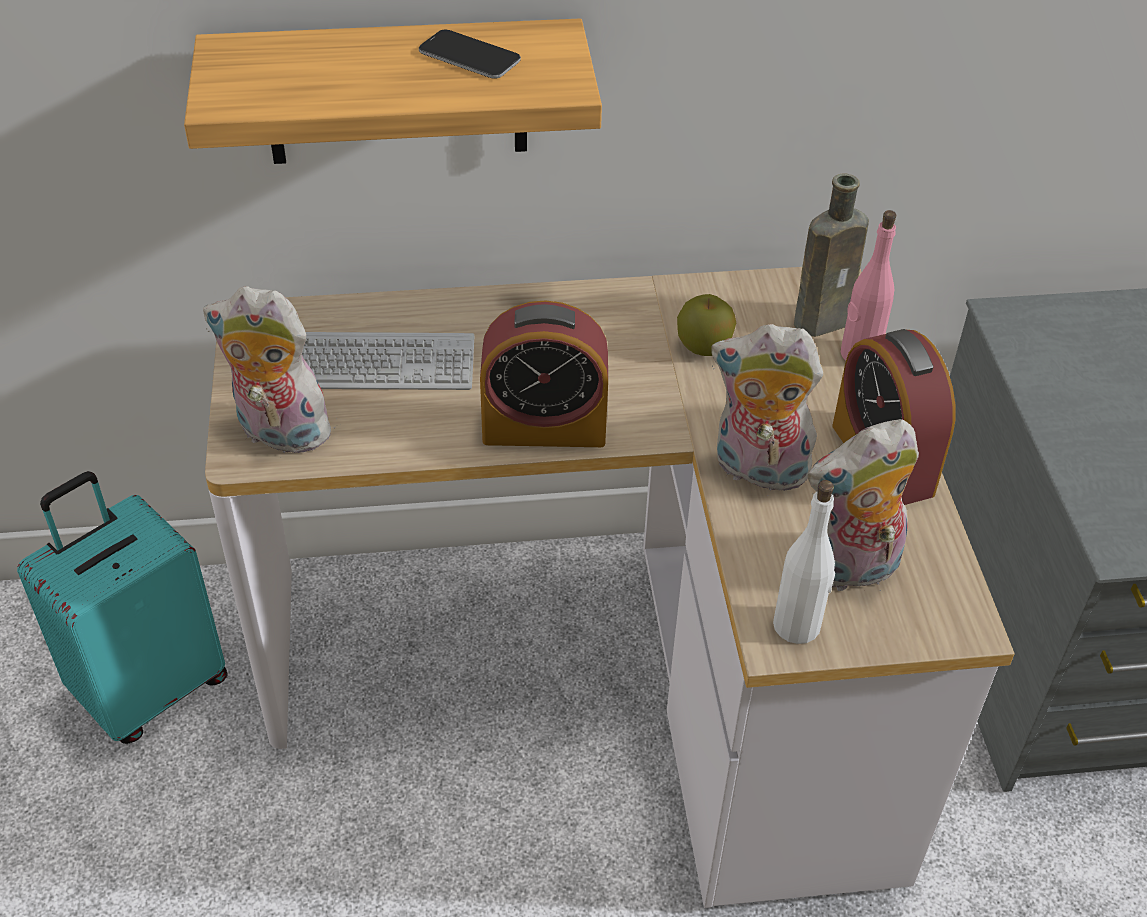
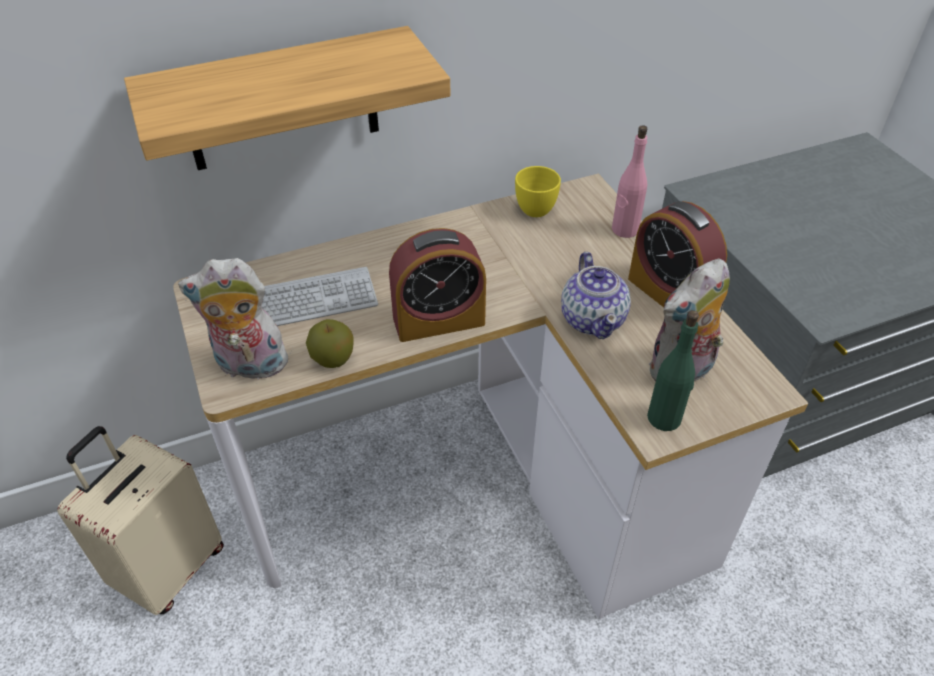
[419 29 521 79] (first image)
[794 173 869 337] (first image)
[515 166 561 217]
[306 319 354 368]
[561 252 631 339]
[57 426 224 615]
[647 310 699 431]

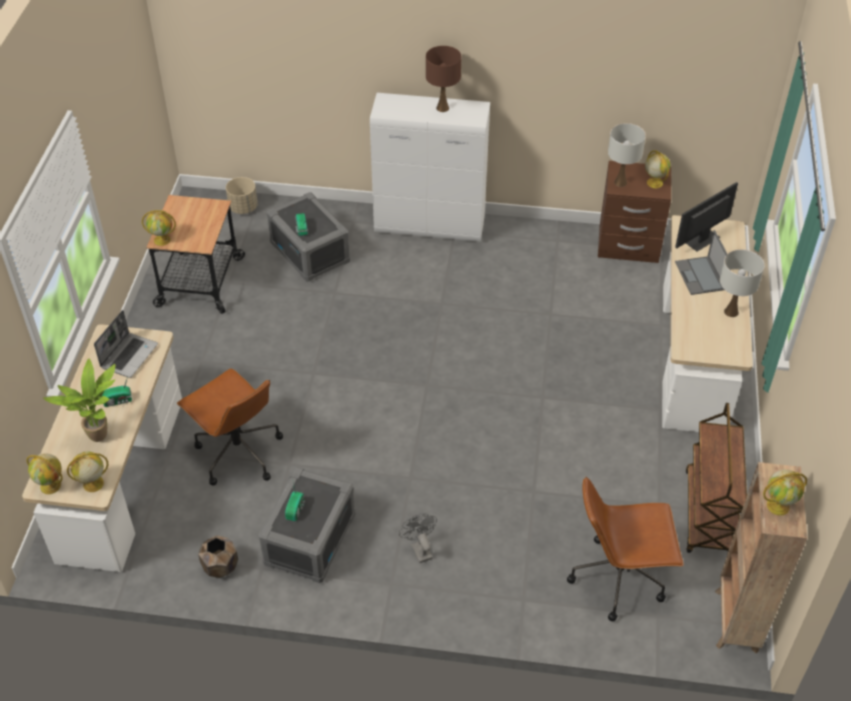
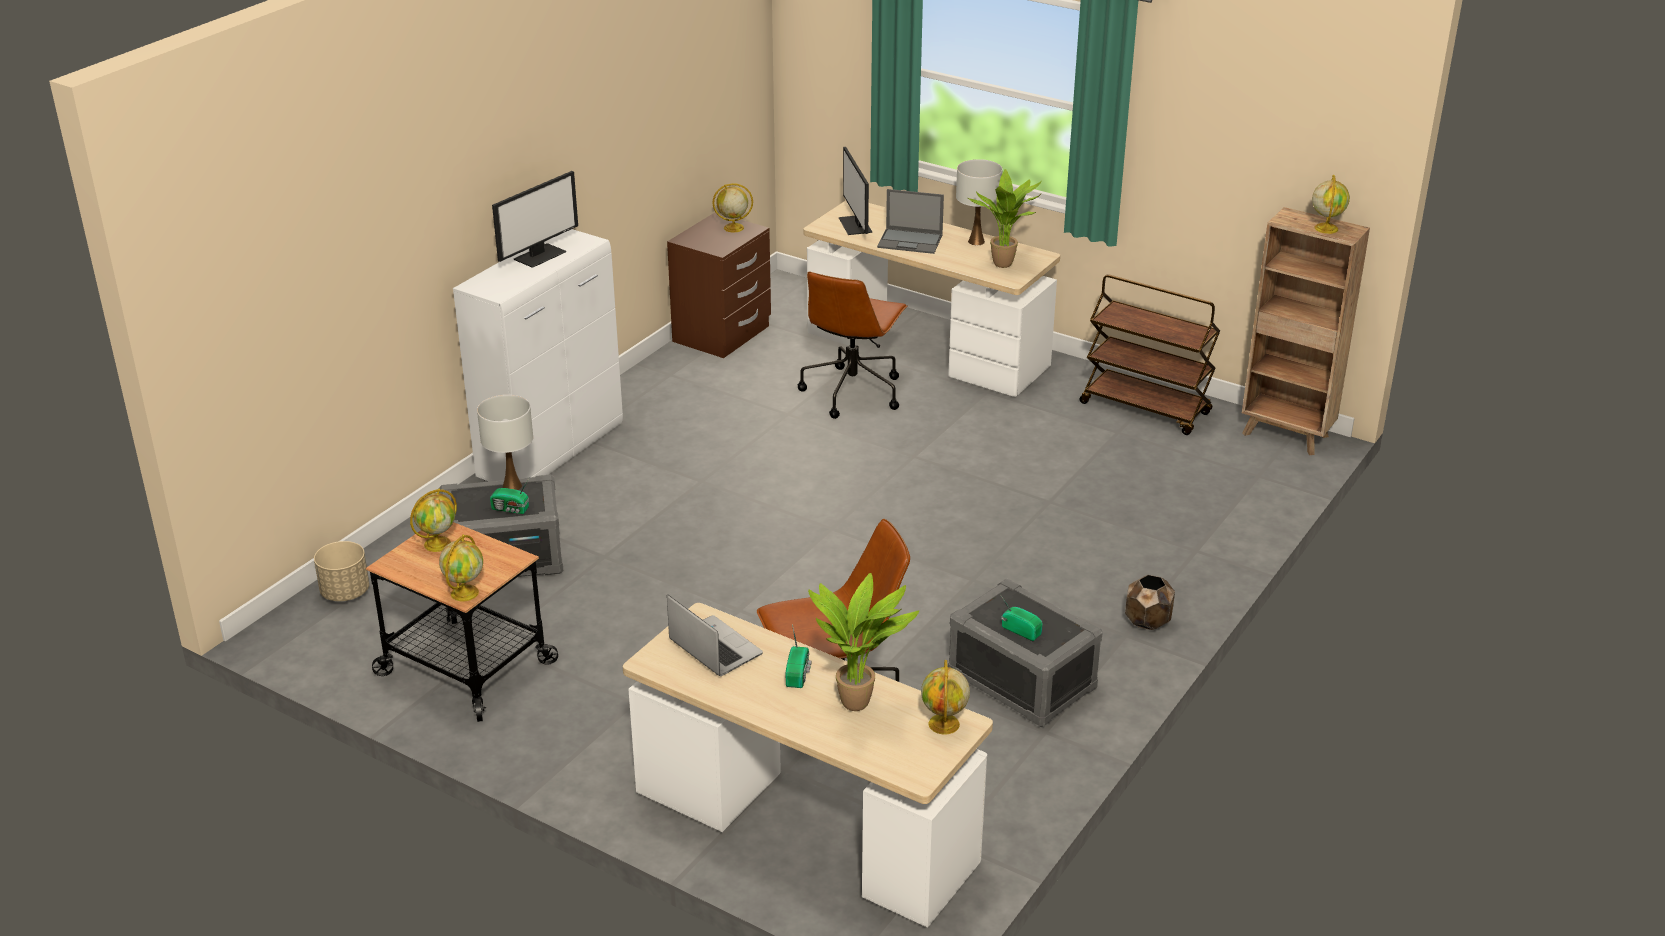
[399 513 437 563] (first image)
[967 169 1042 268]
[410 489 457 552]
[1125 575 1175 630]
[798 272 908 419]
[477 395 533 490]
[492 171 578 268]

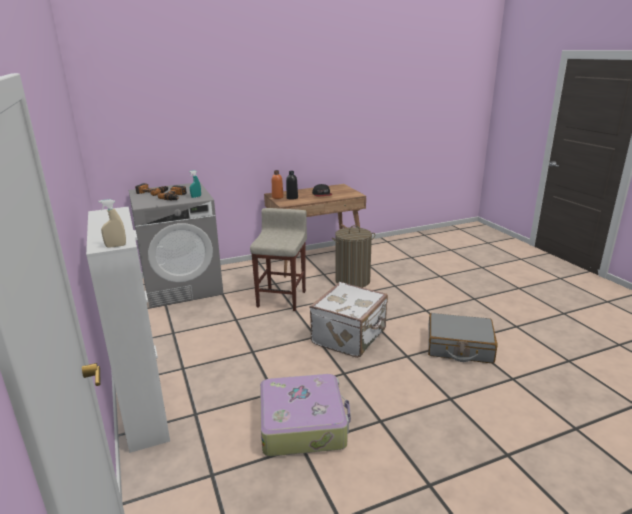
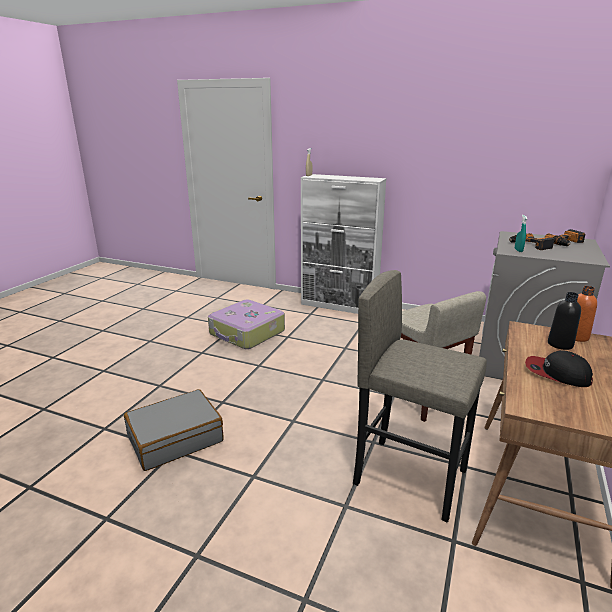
[310 282 388 358] (first image)
[353 270 487 523]

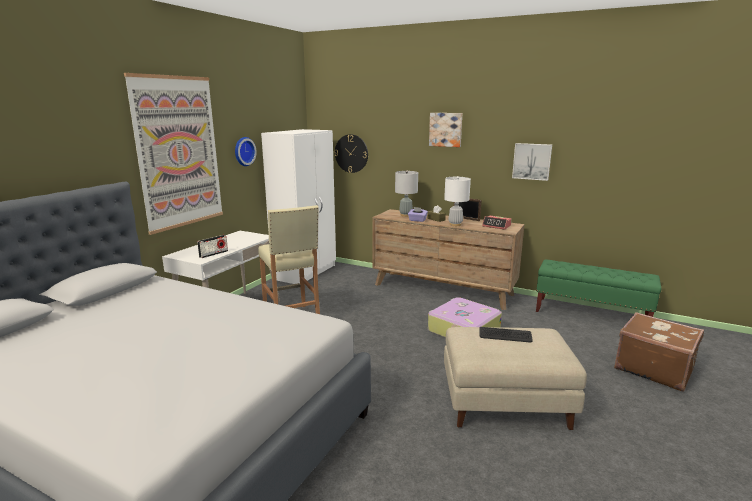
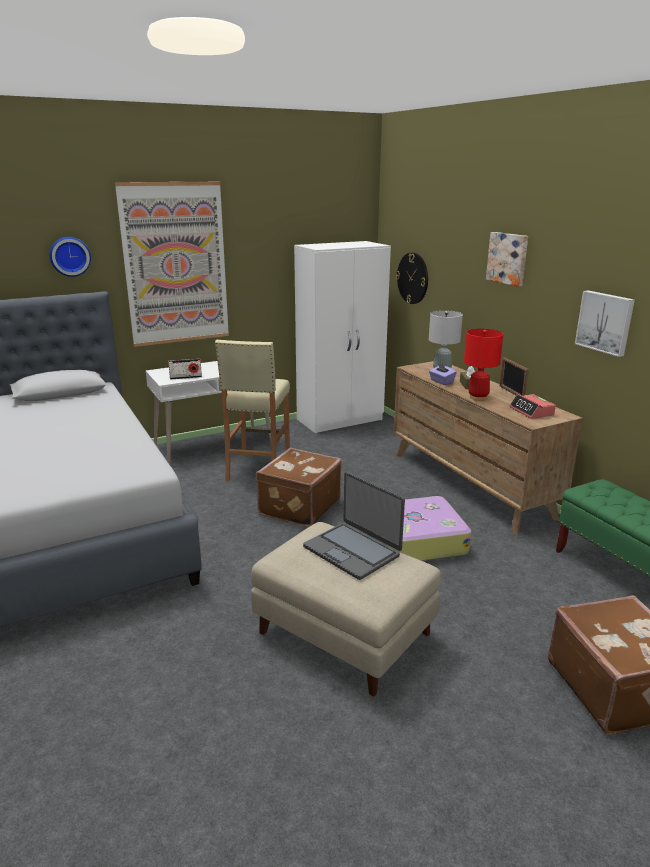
[256 447 342 527]
[50 237 91 277]
[303 472 405 580]
[464 329 504 401]

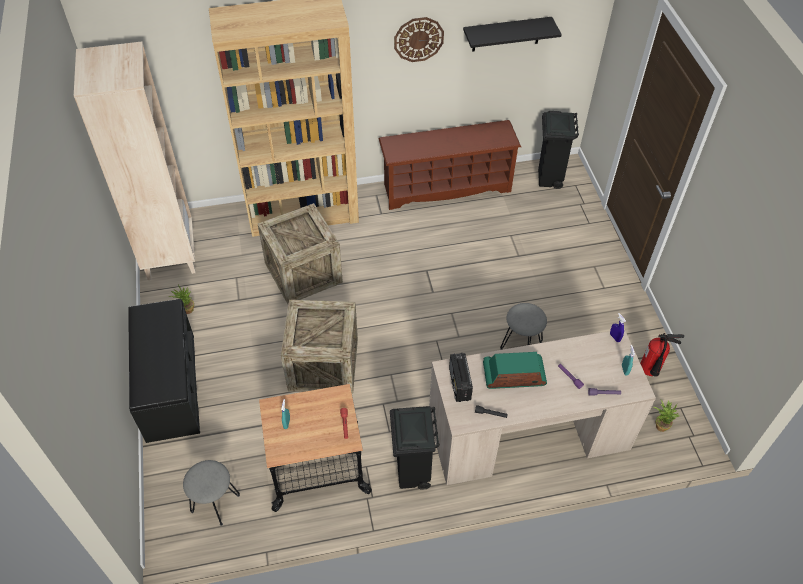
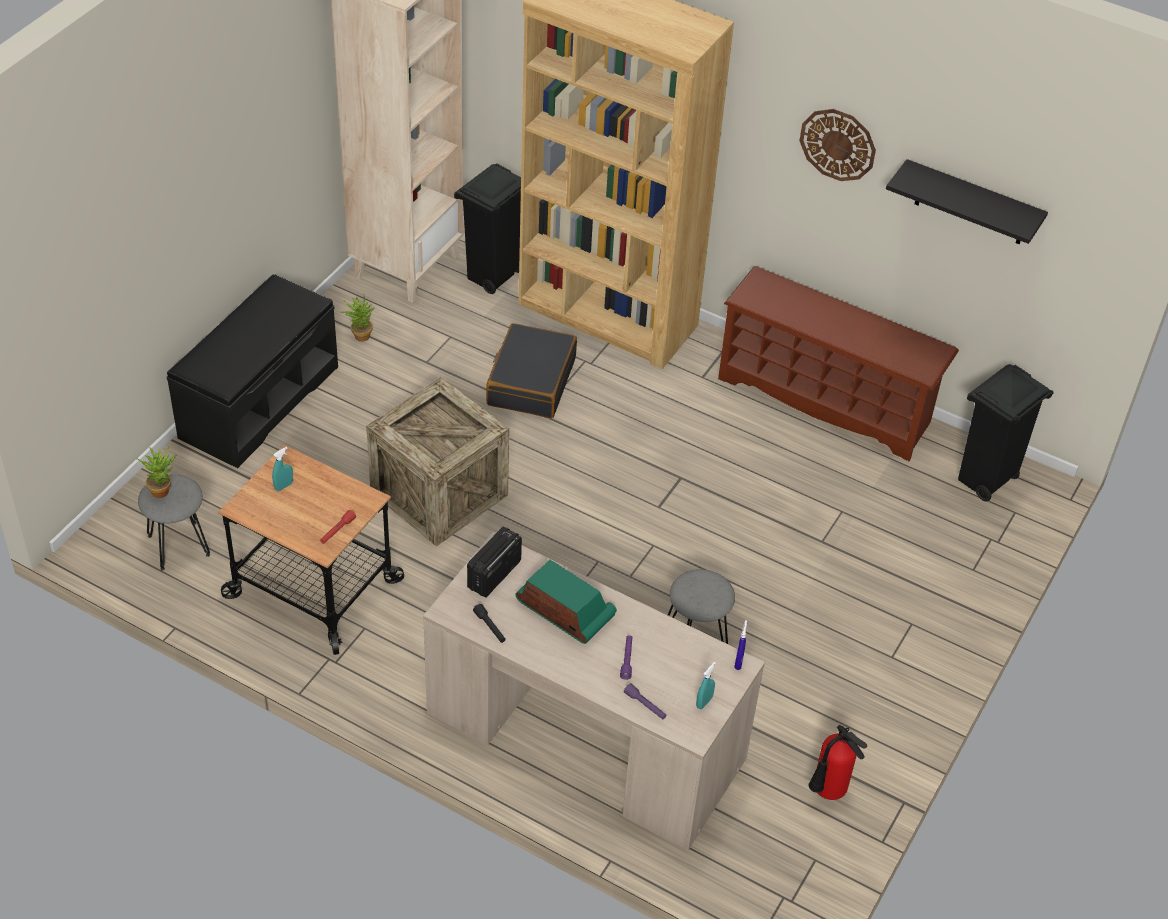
[454 163 521 294]
[135 446 177 498]
[486 323 577 418]

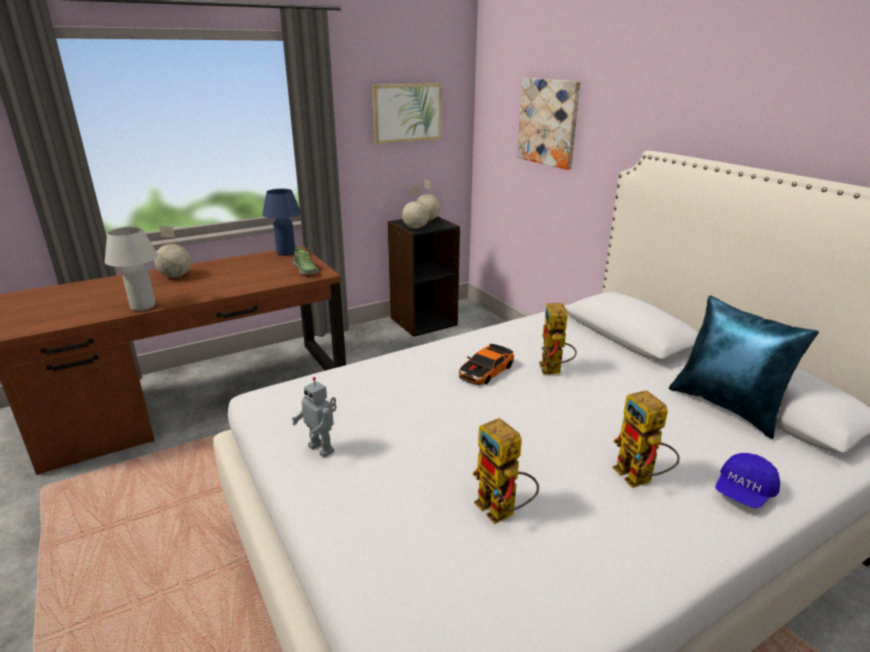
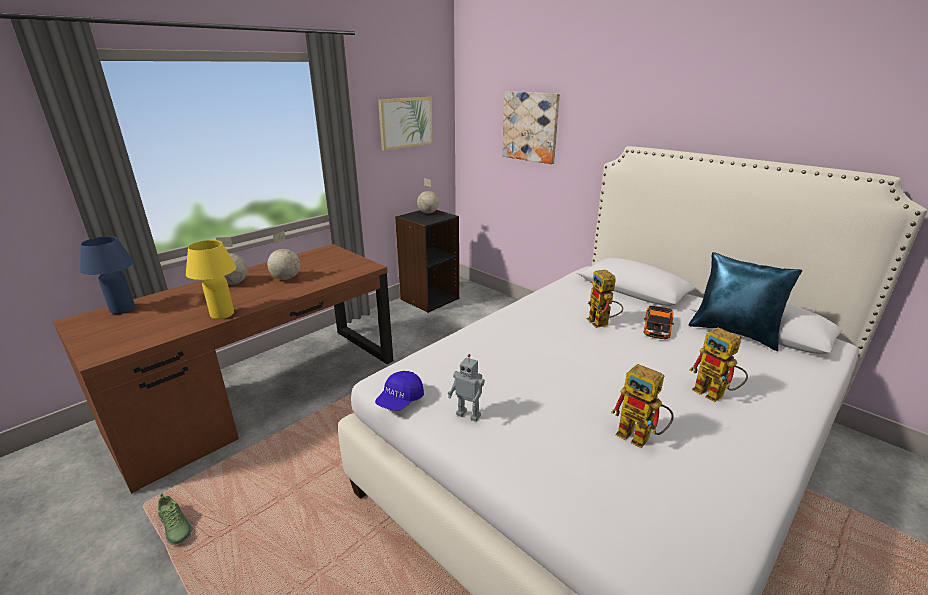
[80 236 135 314]
[158 493 193 545]
[267 231 300 280]
[643 306 674 339]
[375 371 424 411]
[186 240 236 319]

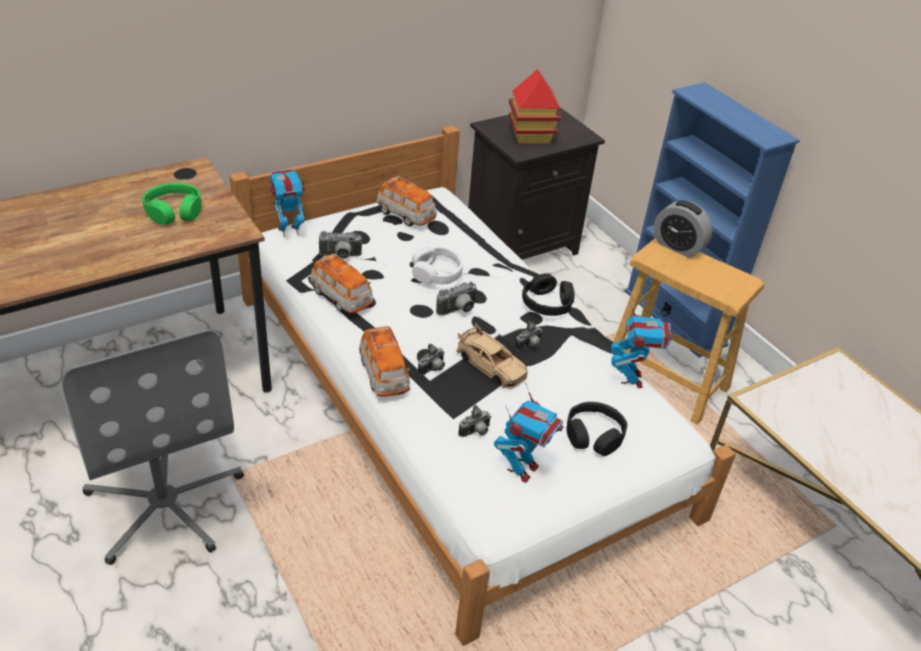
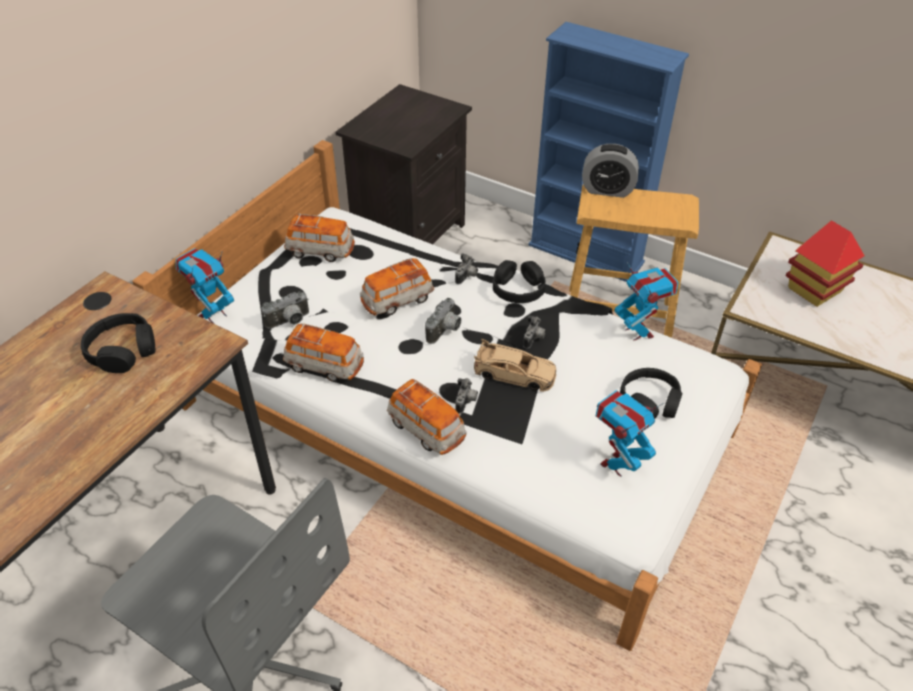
[455 253 478 284]
[785 220 865 307]
[360 258 434 316]
[81 313 155 373]
[596 390 664 477]

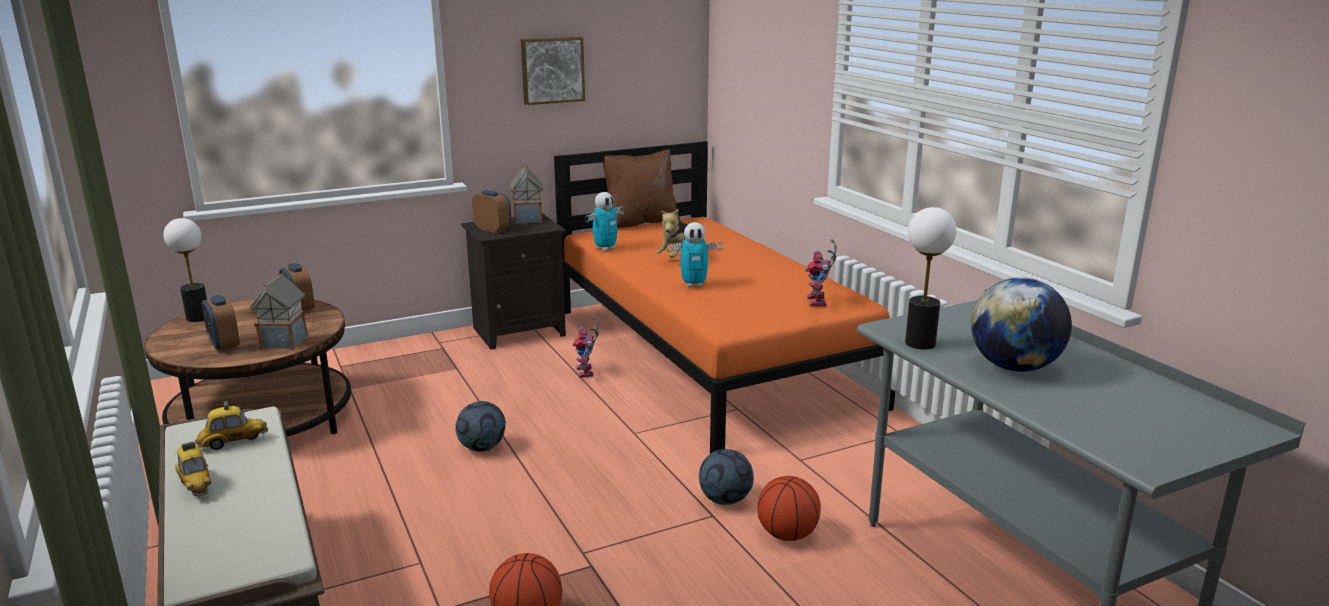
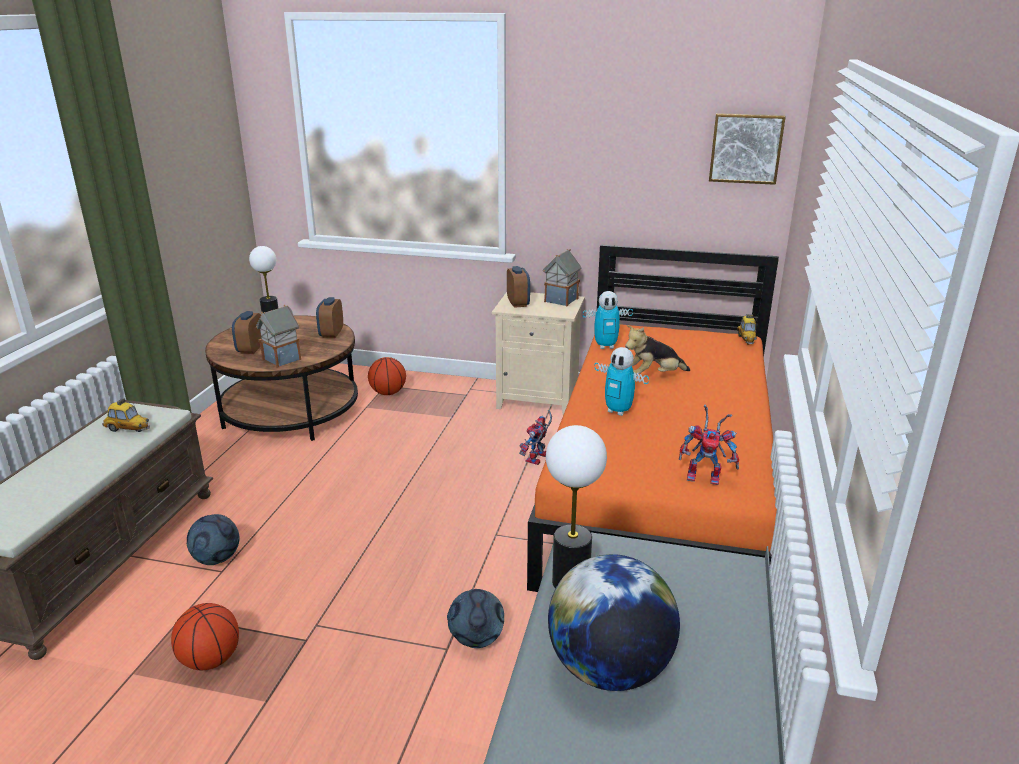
[603 149 680 228] (first image)
[737 314 757 344]
[187 514 240 565]
[709 113 786 185]
[368 357 406 395]
[492 292 585 415]
[679 404 739 485]

